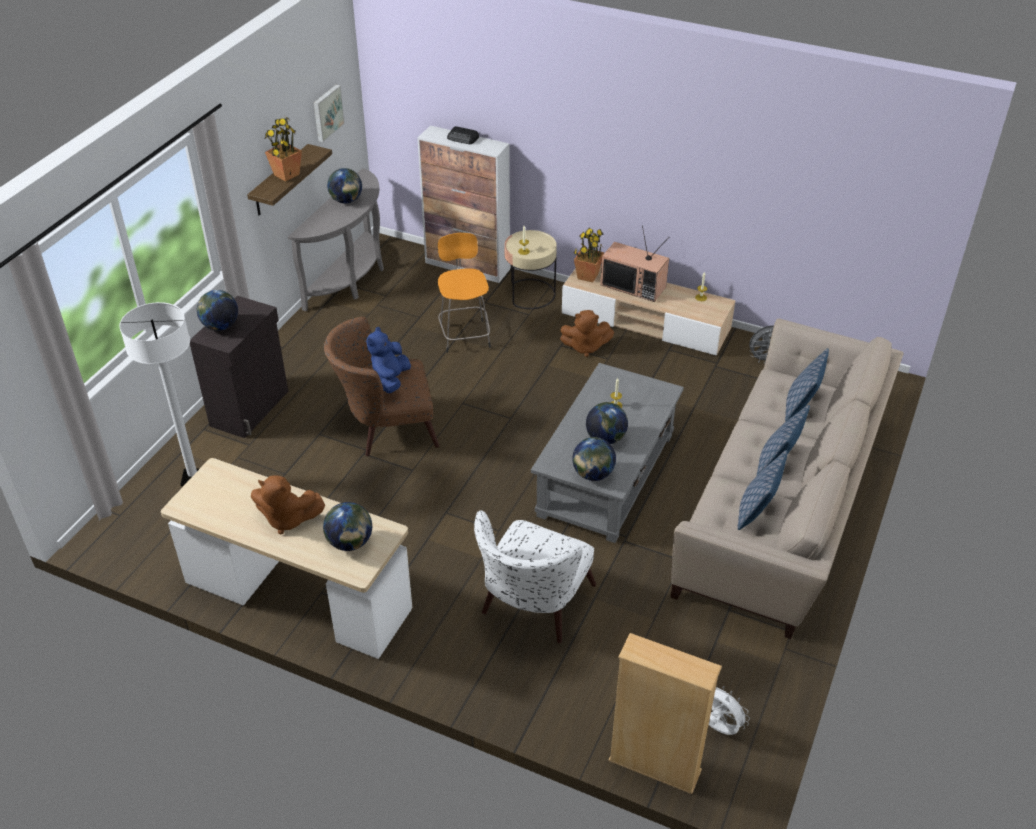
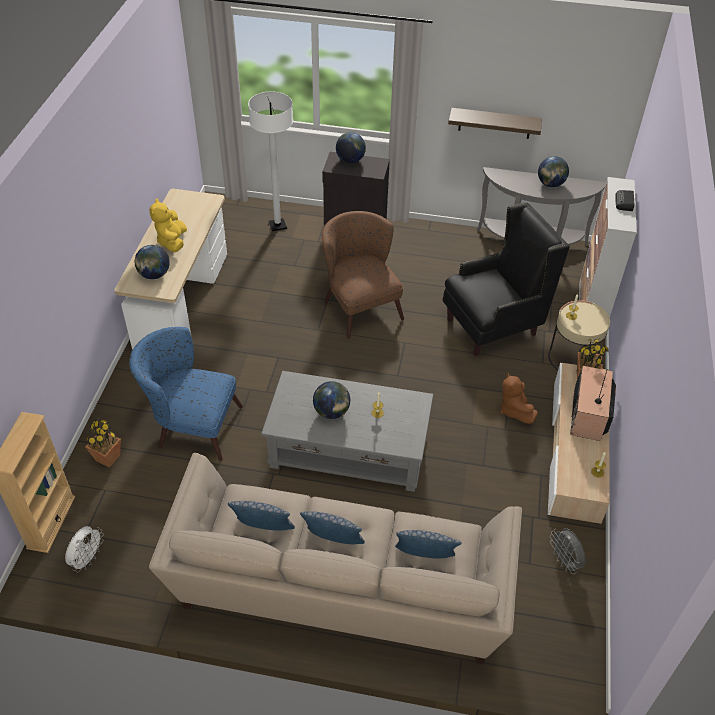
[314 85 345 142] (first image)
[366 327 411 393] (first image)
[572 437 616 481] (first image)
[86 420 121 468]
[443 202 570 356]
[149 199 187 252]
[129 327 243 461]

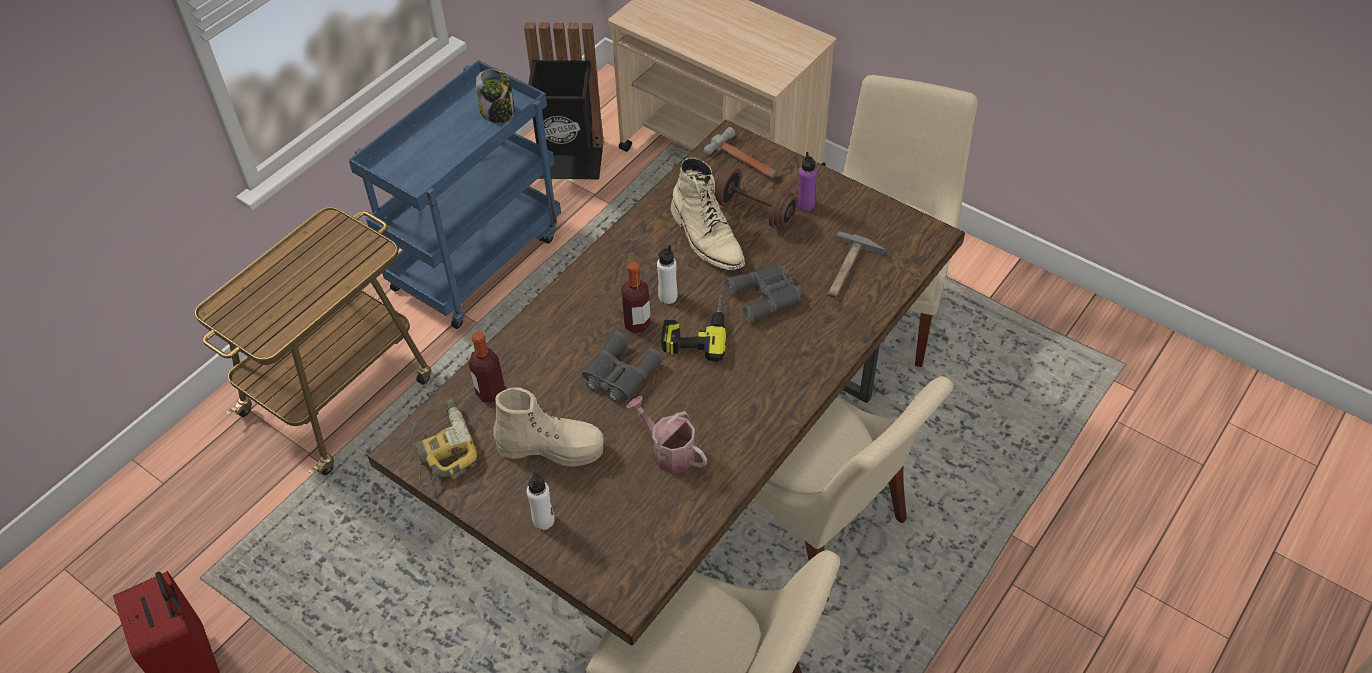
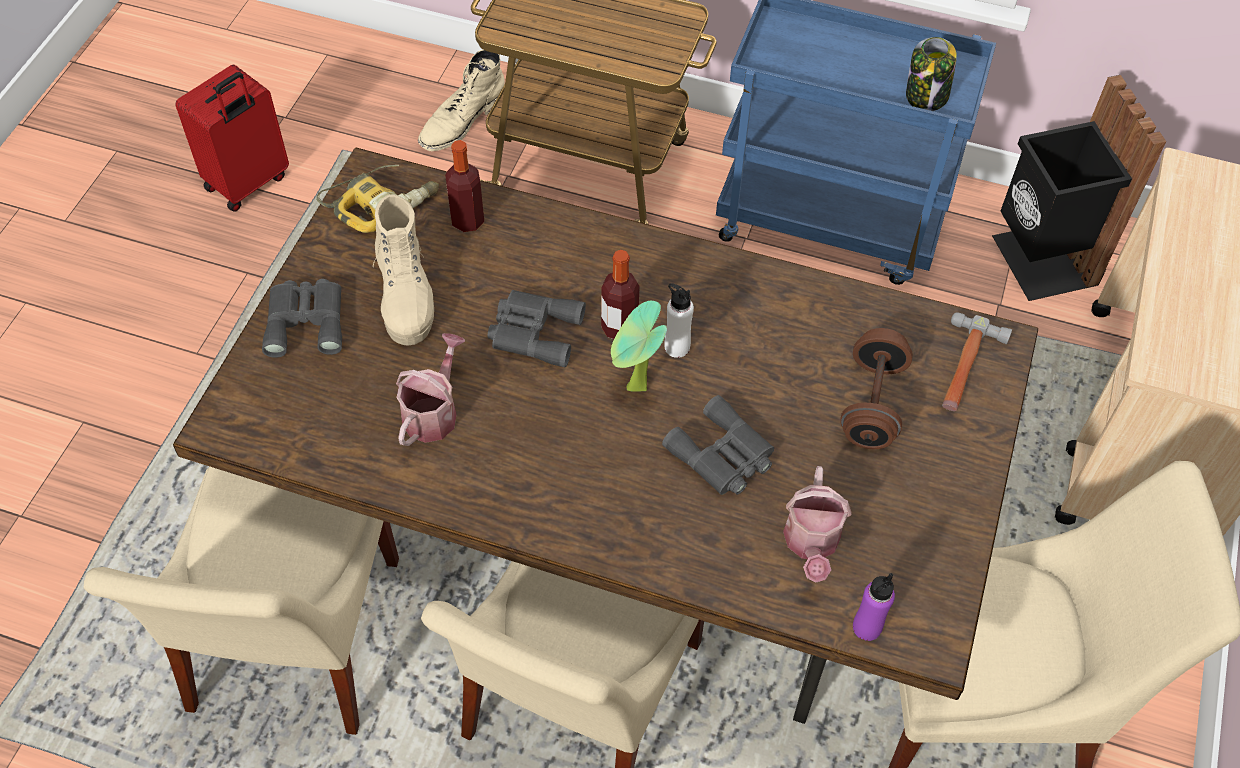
[418 50 505 151]
[853 573 895 641]
[262 279 342 358]
[611 301 667 392]
[783 466 851 583]

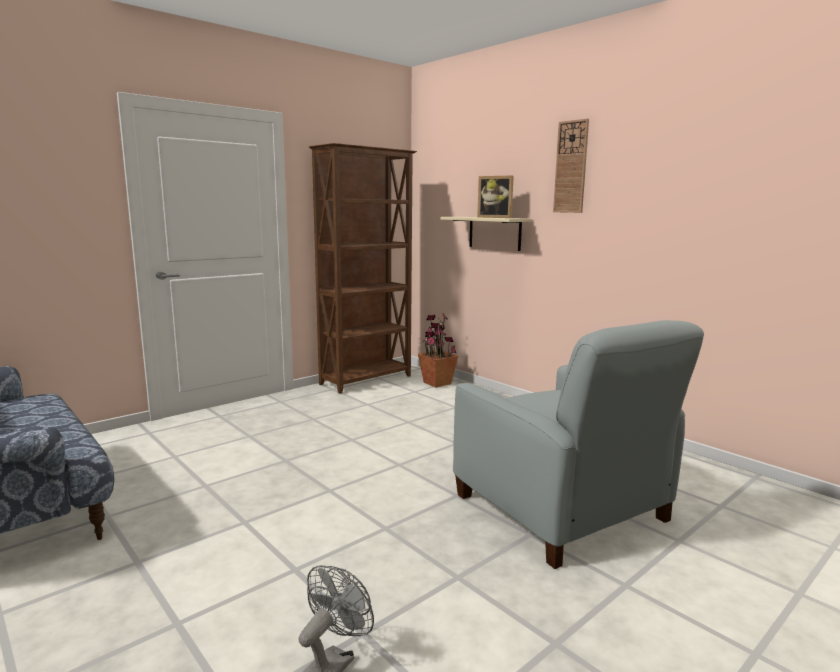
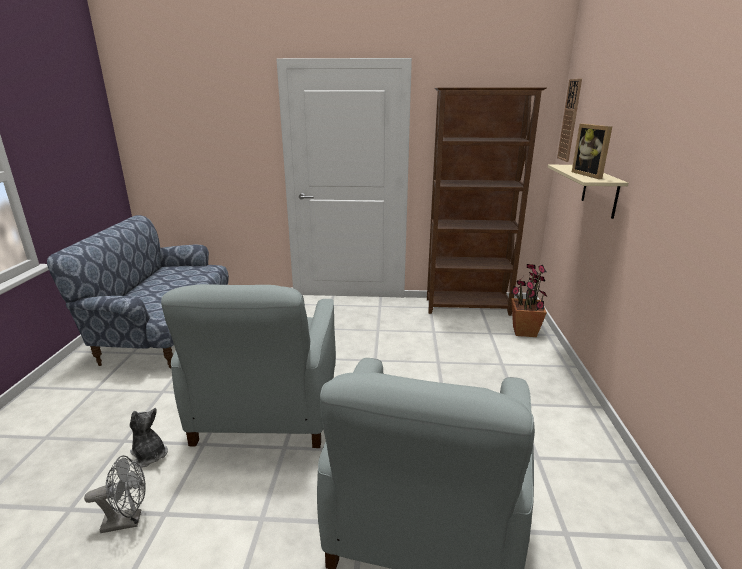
[130 408 168 468]
[161 284 336 448]
[557 79 582 162]

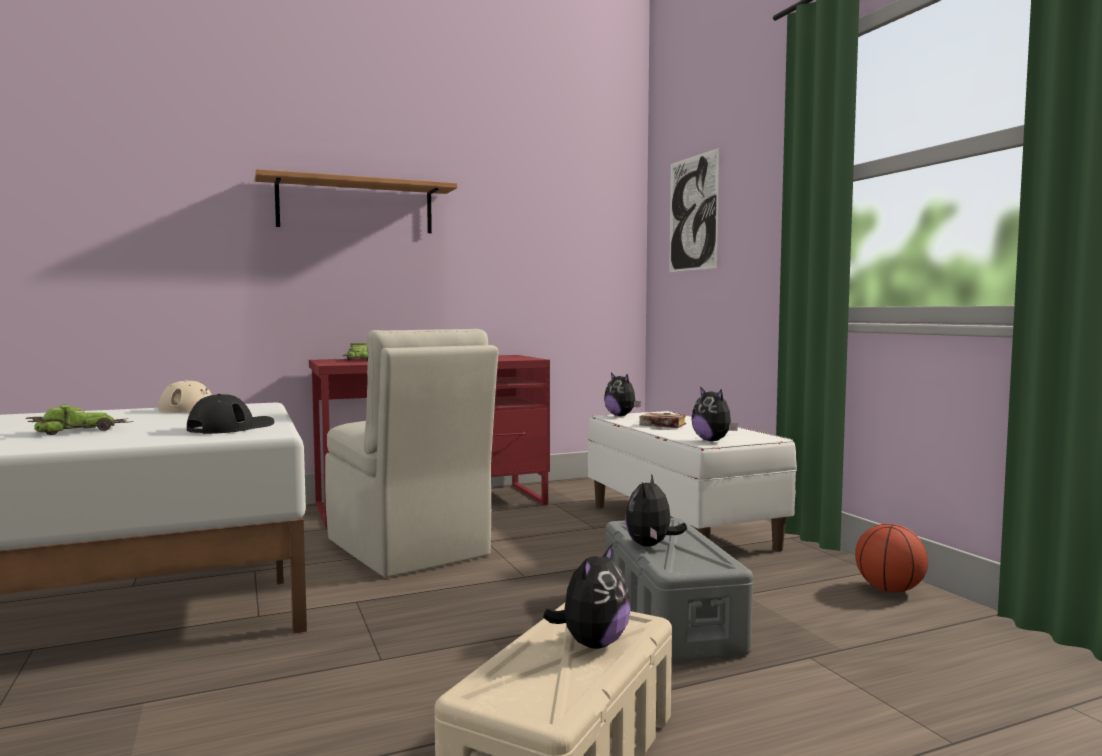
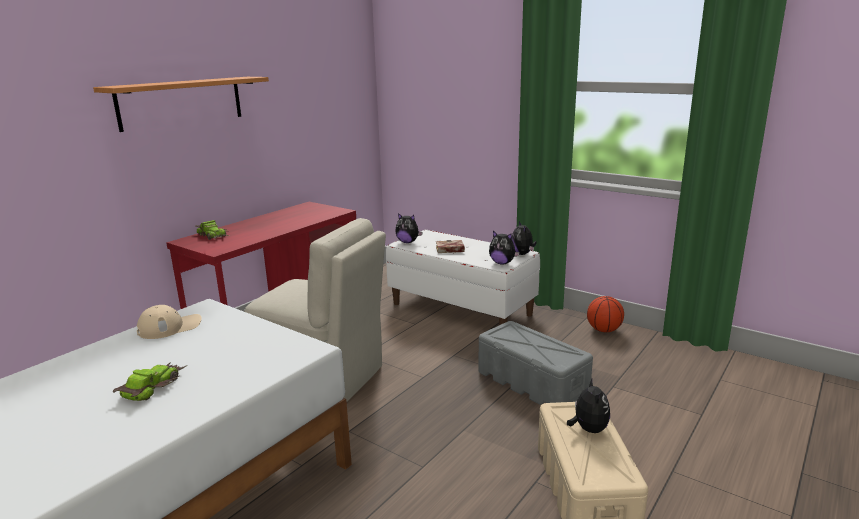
[187 394 275 434] (first image)
[669 148 719 272] (first image)
[511 221 537 255]

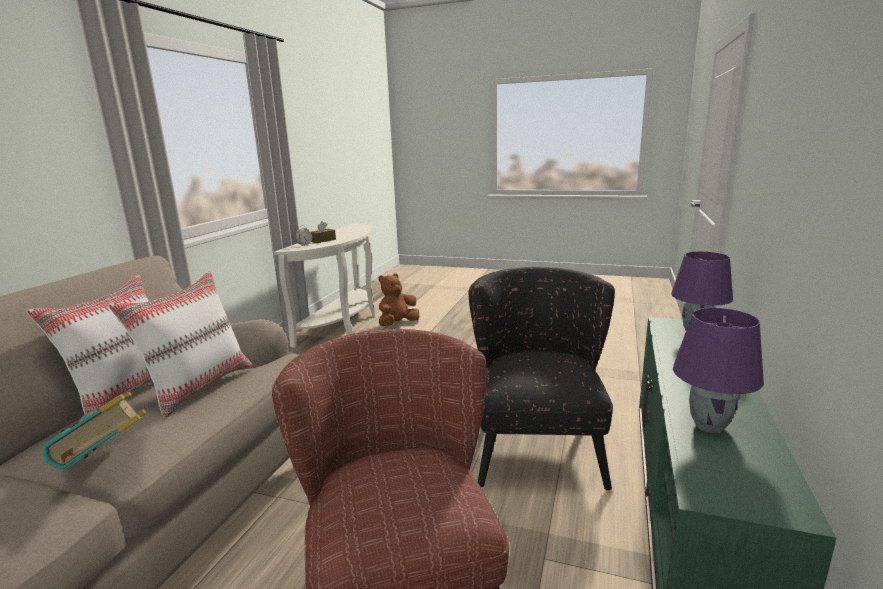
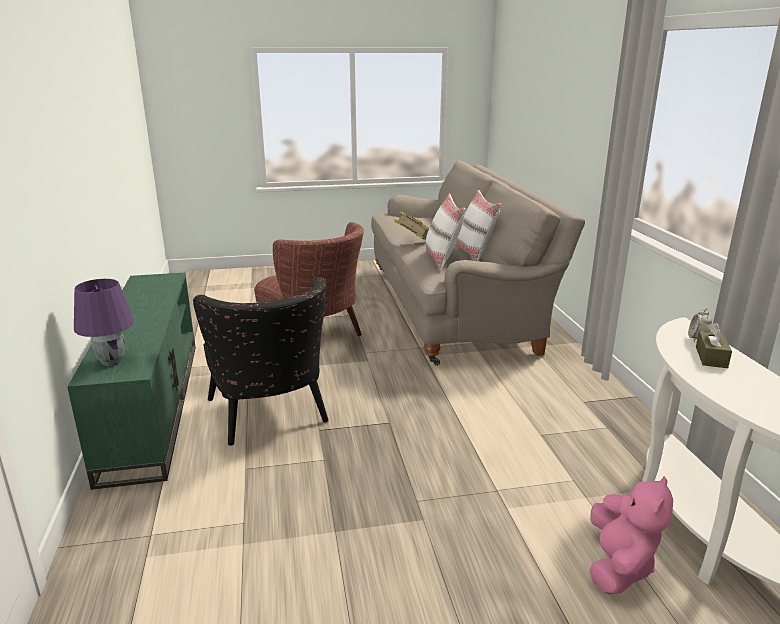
[673 308 764 433] (first image)
[590 476 673 594]

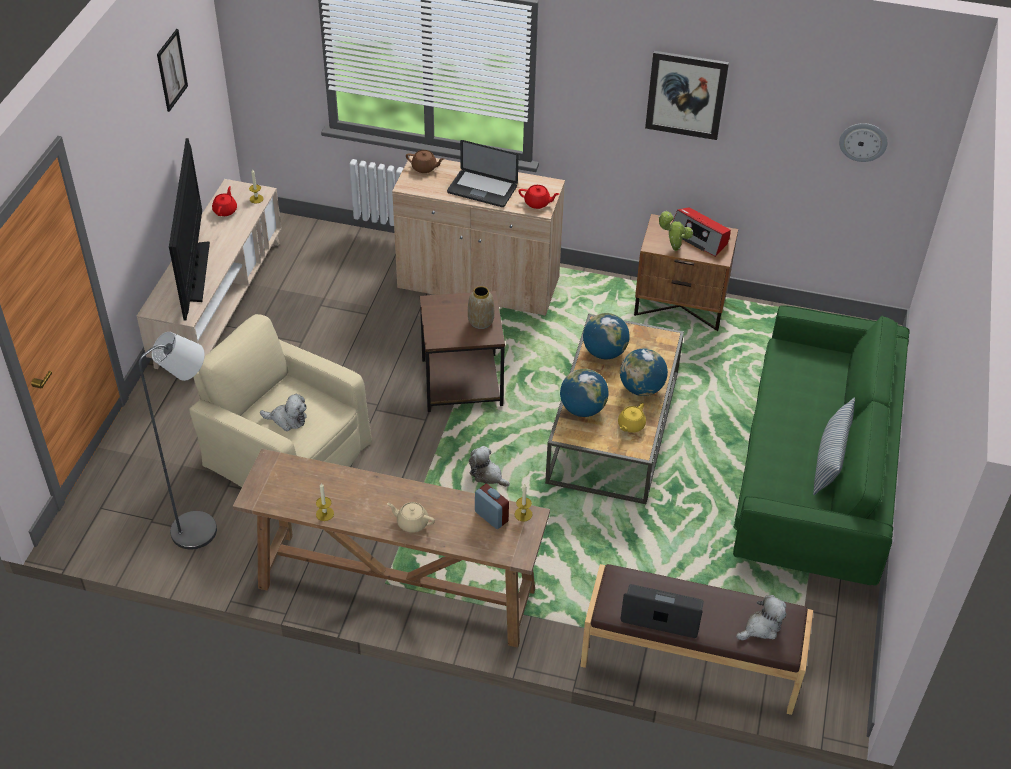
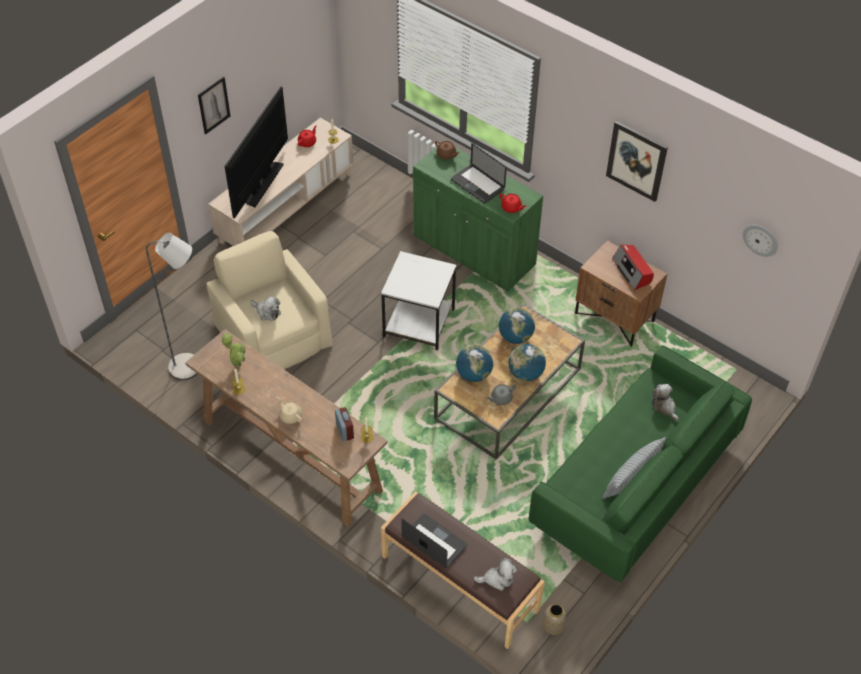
[198 77 230 135]
[542 604 567 635]
[651 384 678 421]
[222 333 246 367]
[413 145 543 292]
[381 251 457 350]
[487 384 516 405]

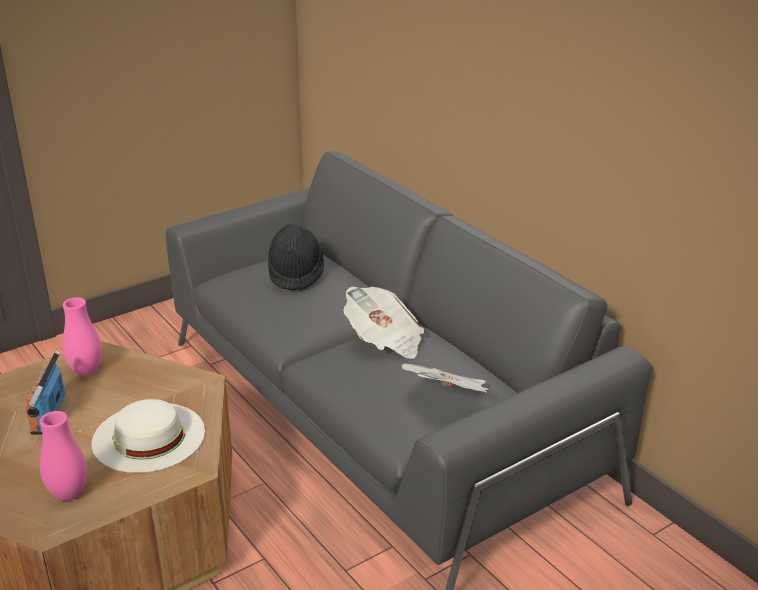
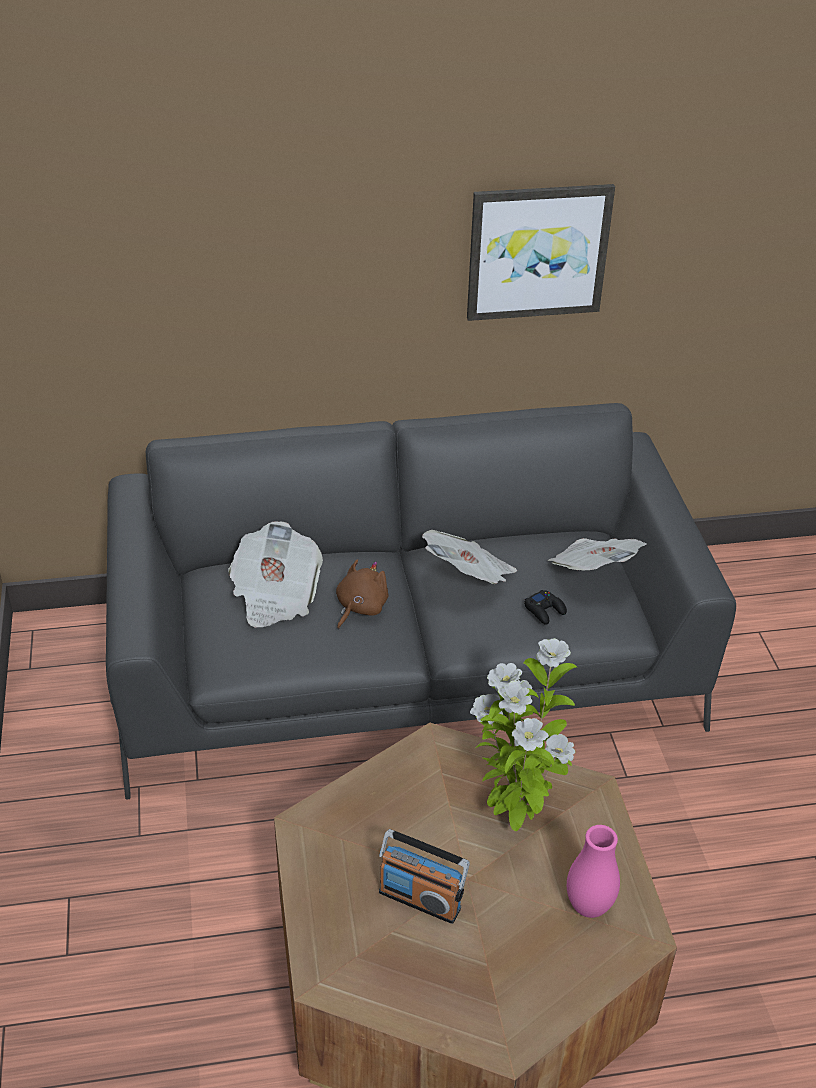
[62 297 102 376] (first image)
[336 559 389 629]
[467 184 615 321]
[524 590 567 625]
[470 638 577 831]
[228 521 323 628]

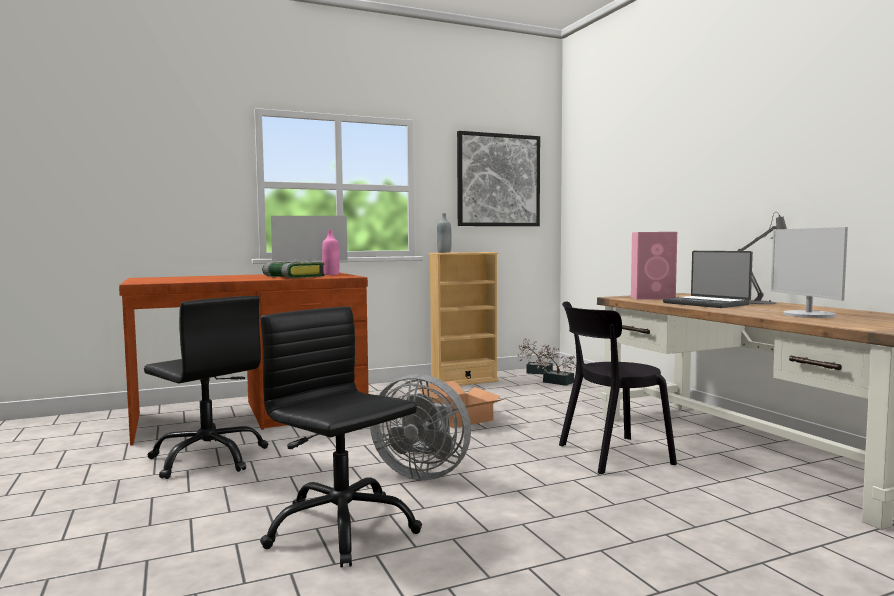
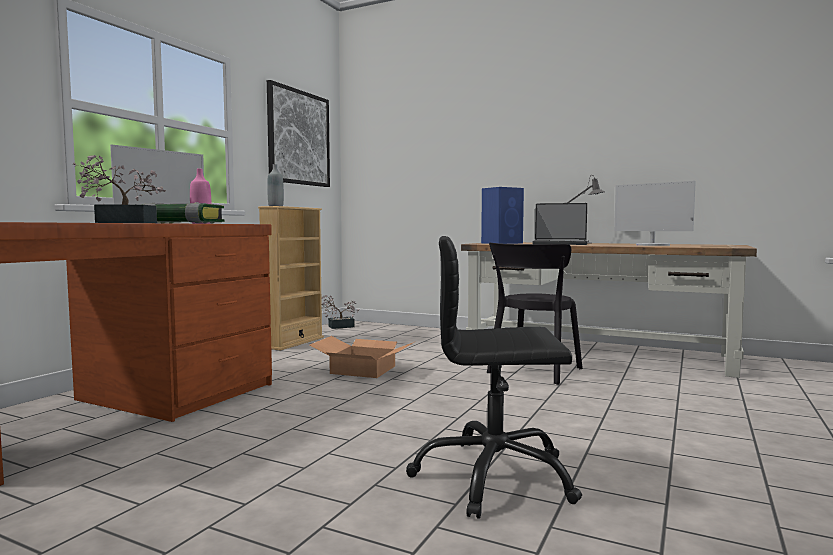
[144 296 268 479] (first image)
[370 374 471 480] (first image)
[73 155 166 223]
[481 187 524 244]

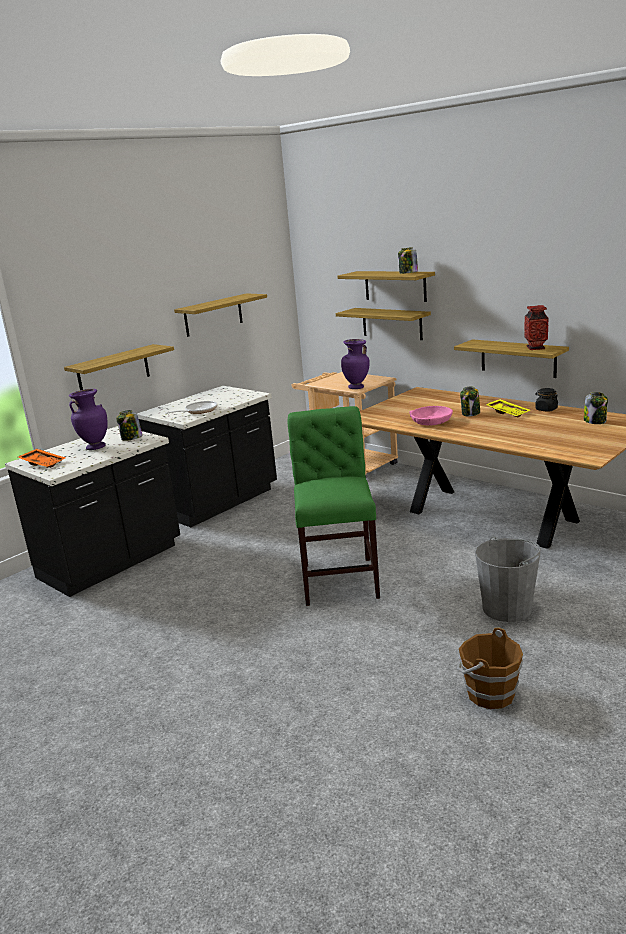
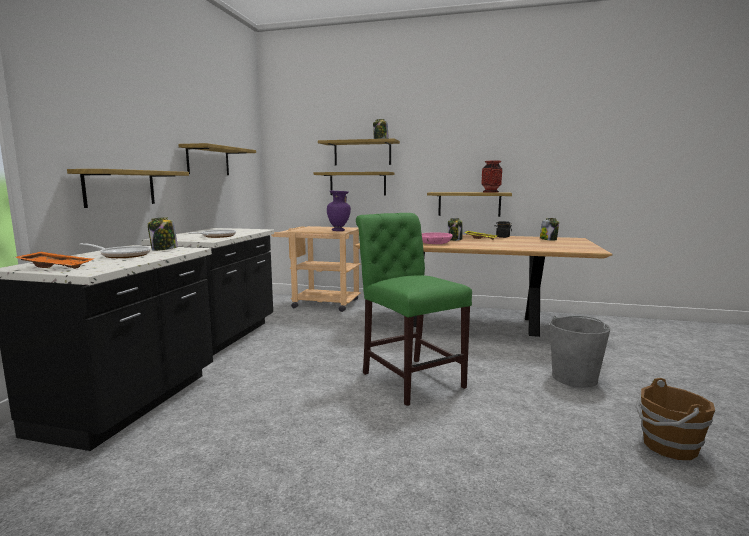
[80 243 151 258]

